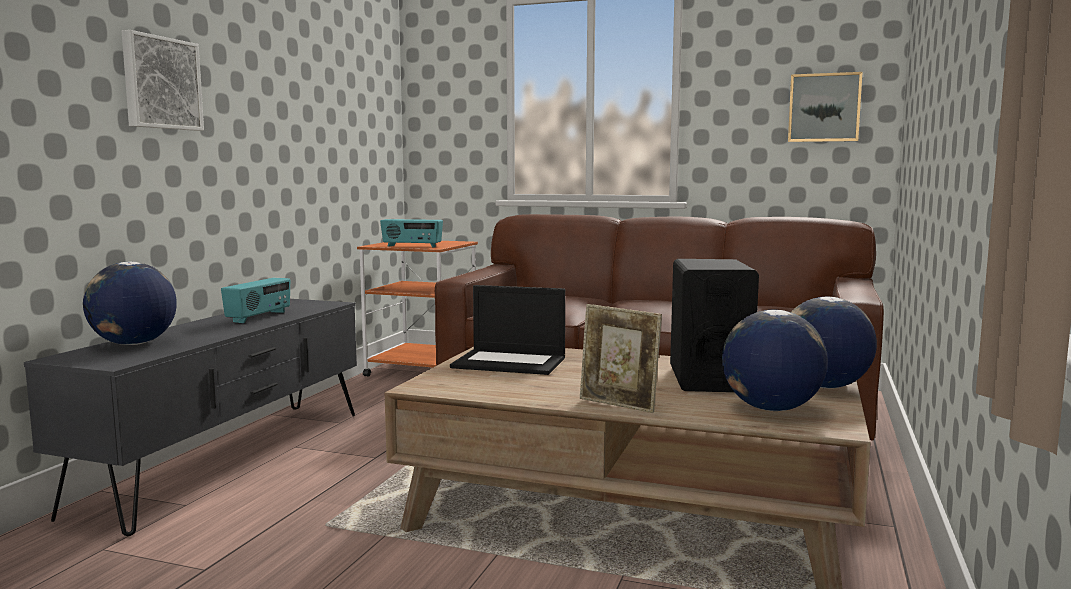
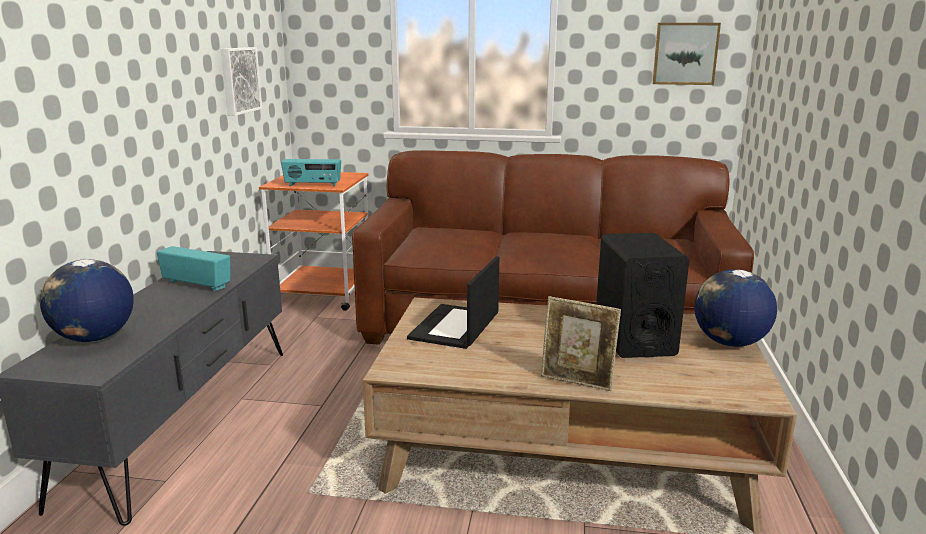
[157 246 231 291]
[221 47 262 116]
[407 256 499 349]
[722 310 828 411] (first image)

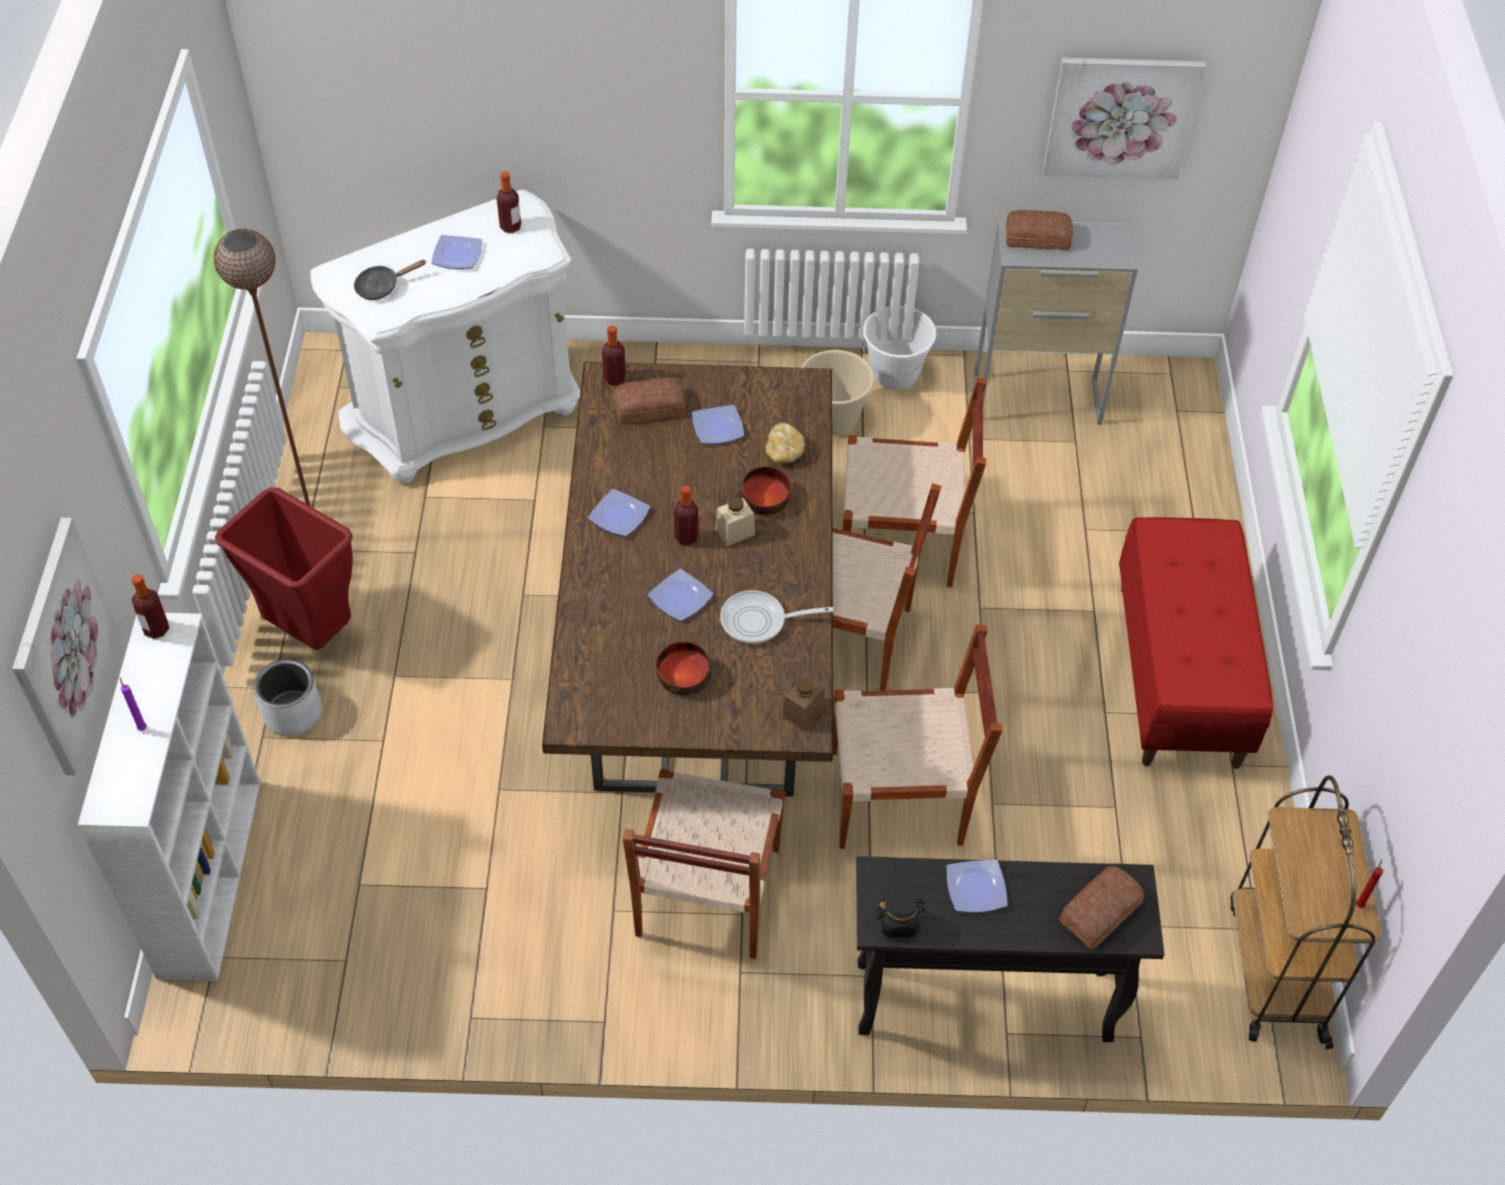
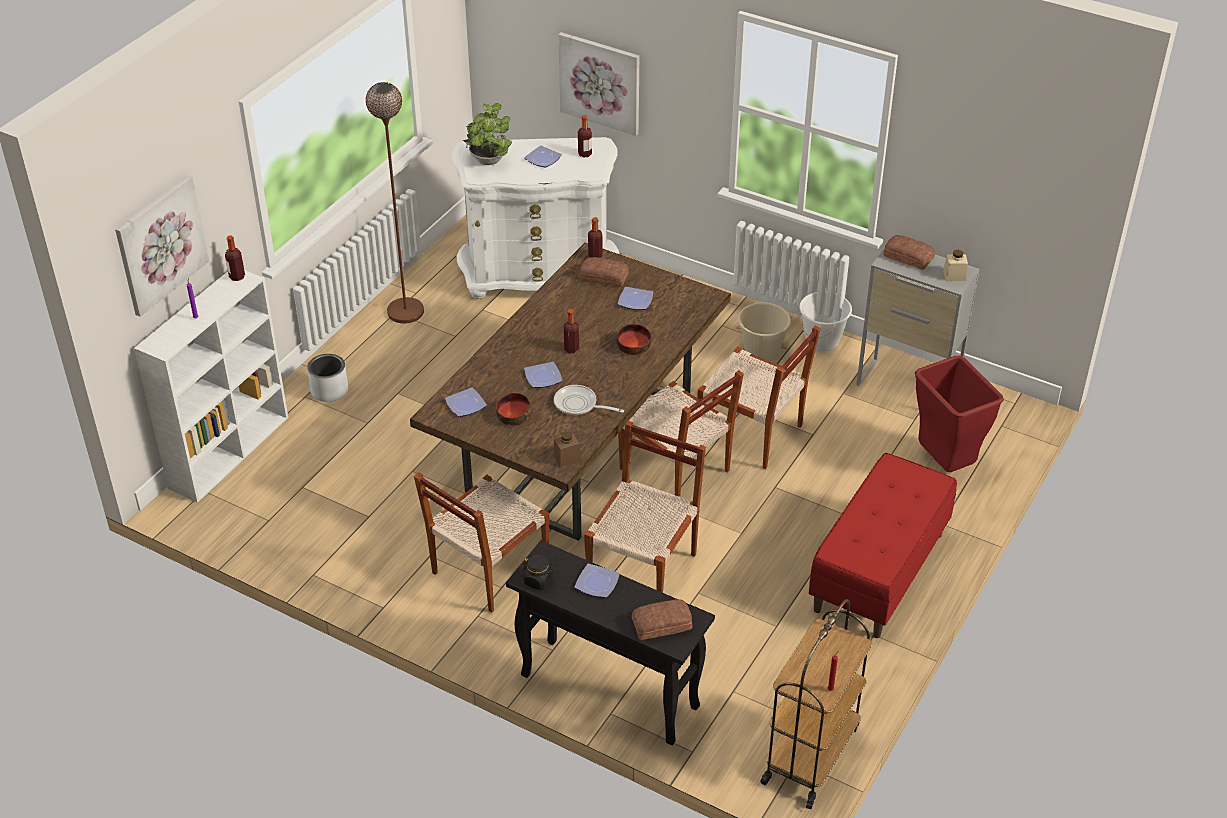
[445 388 487 417]
[463 103 512 165]
[558 32 639 136]
[584 421 706 593]
[915 356 1004 472]
[943 250 968 281]
[765 423 805 464] (first image)

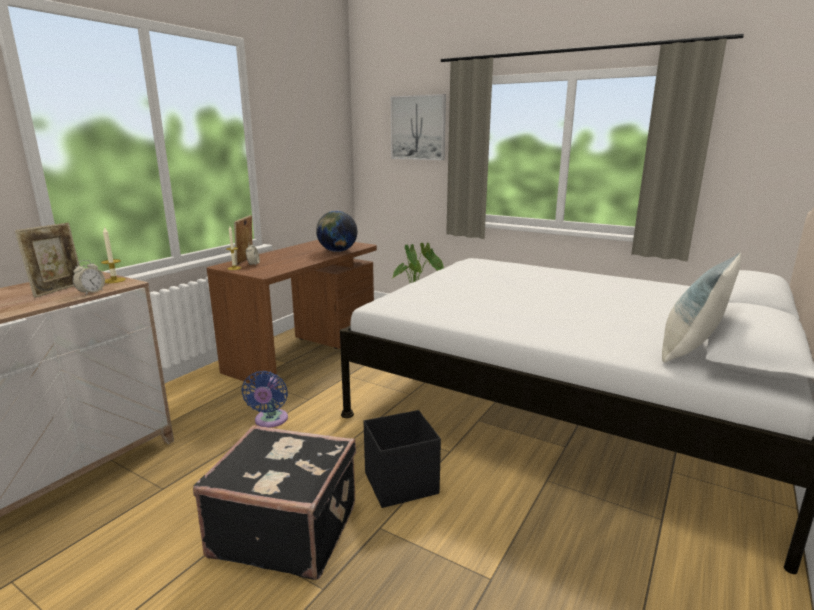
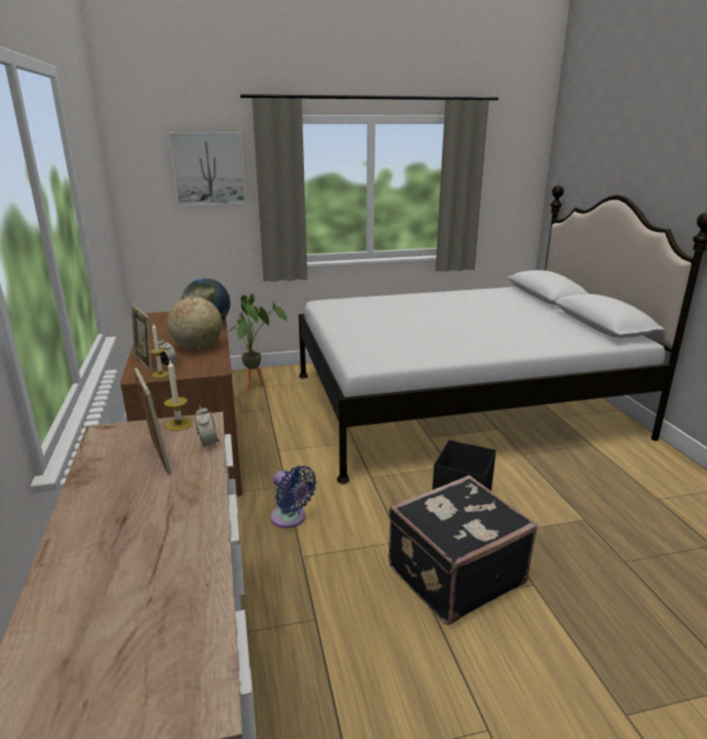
[167 297 222 350]
[662 253 741 363] (first image)

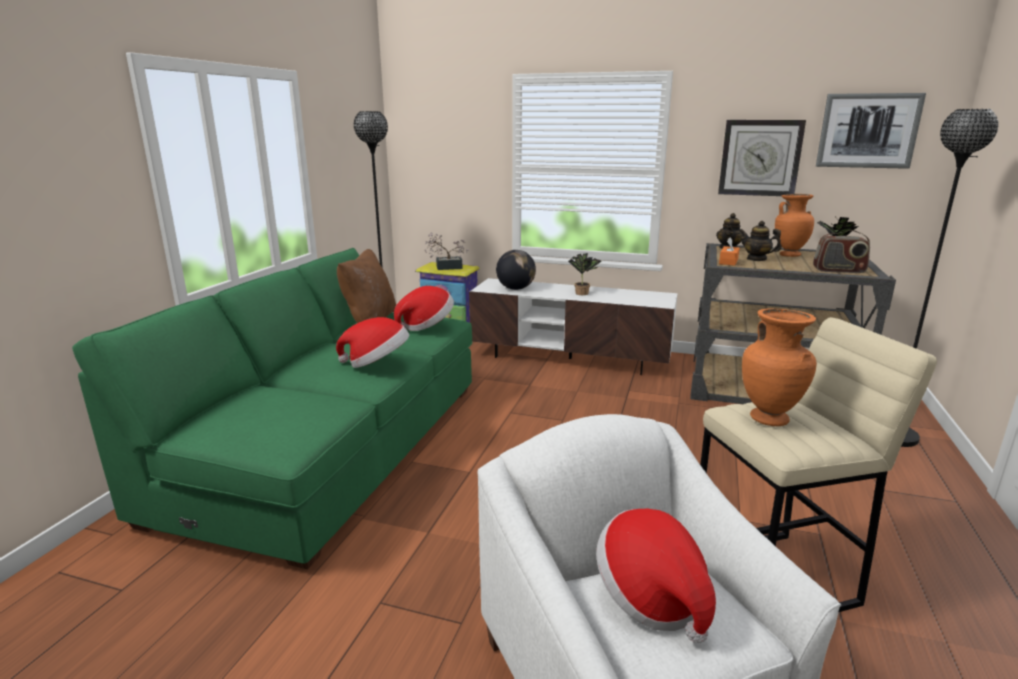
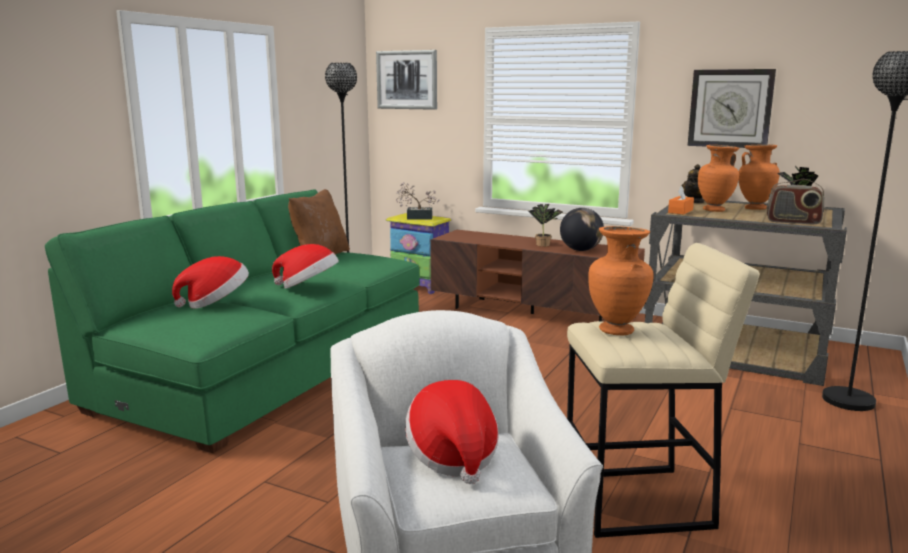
[172 256 249 309]
[376 50 437 110]
[430 230 645 321]
[560 208 604 251]
[698 145 739 212]

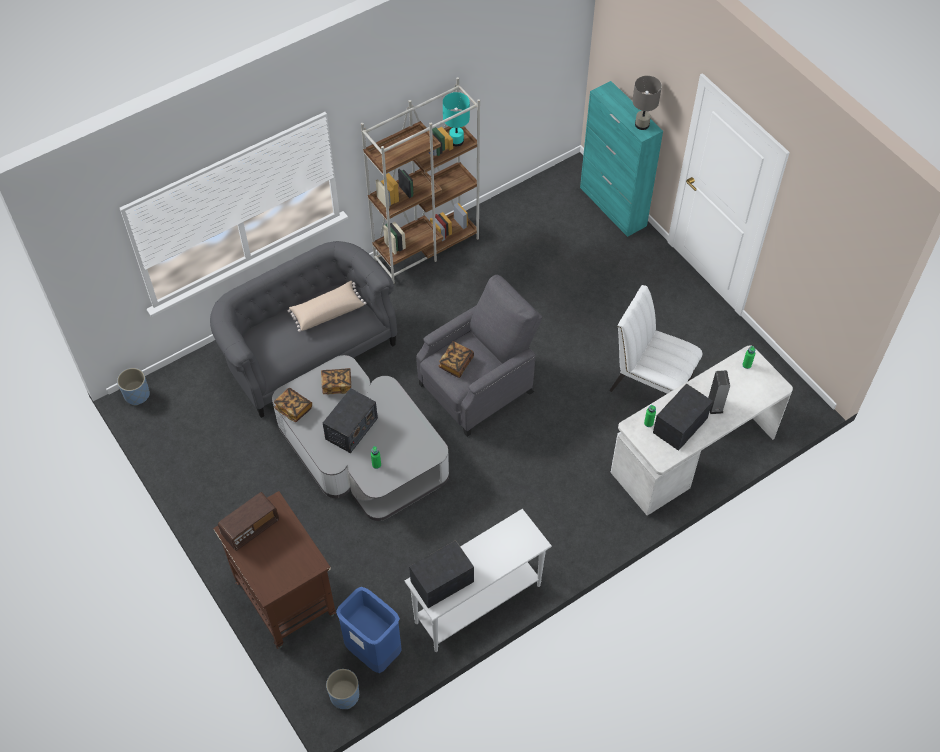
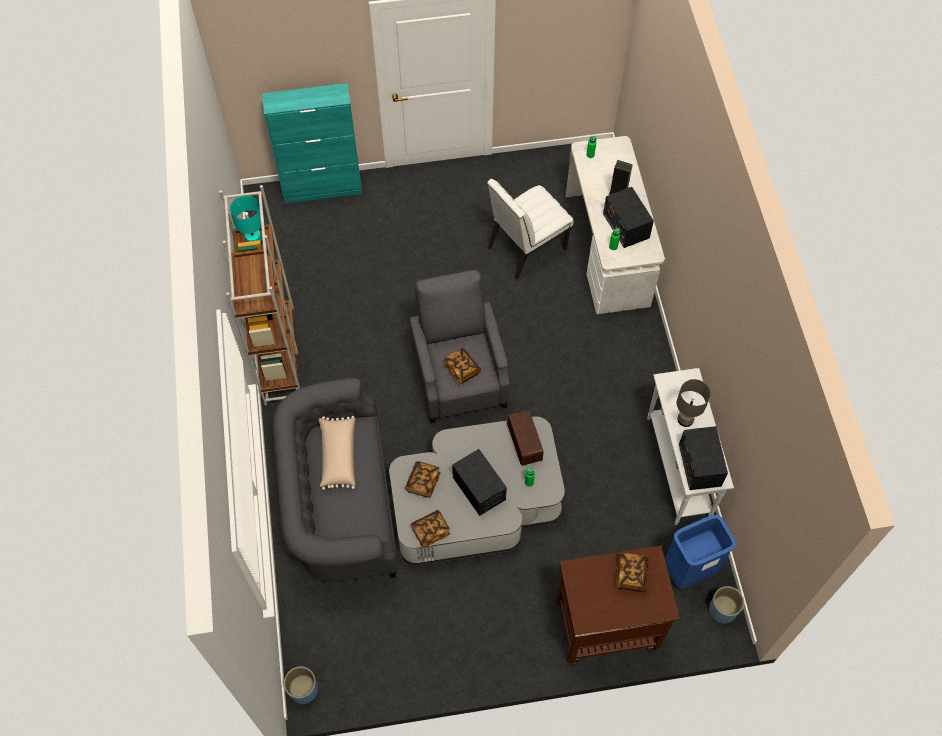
[507 409 544 466]
[616 553 648 592]
[677 379 711 427]

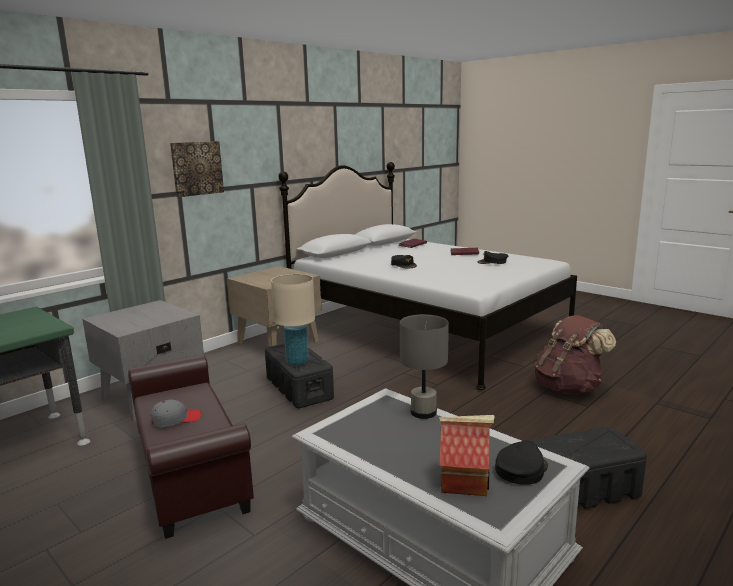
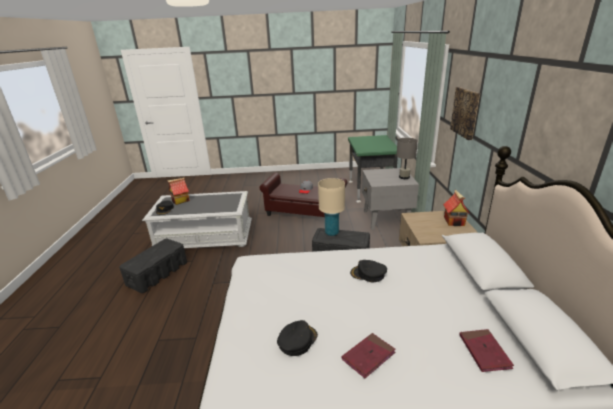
[397 138 418 179]
[443 190 470 226]
[535 315 616 394] (first image)

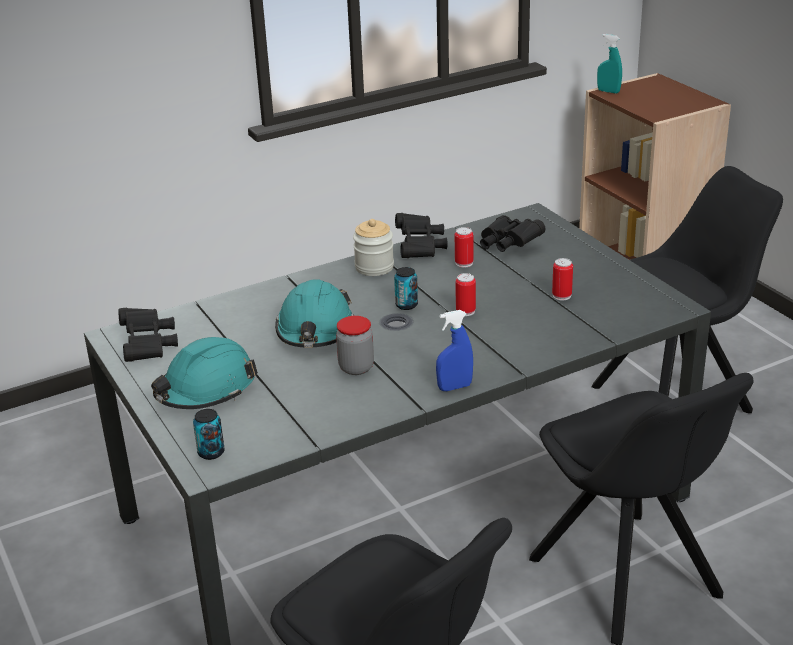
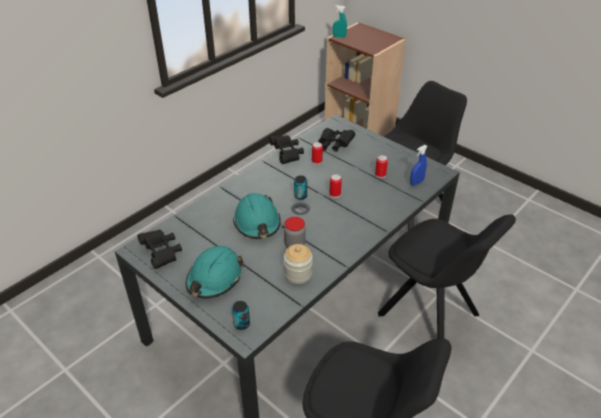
[284 244 313 284]
[410 145 428 186]

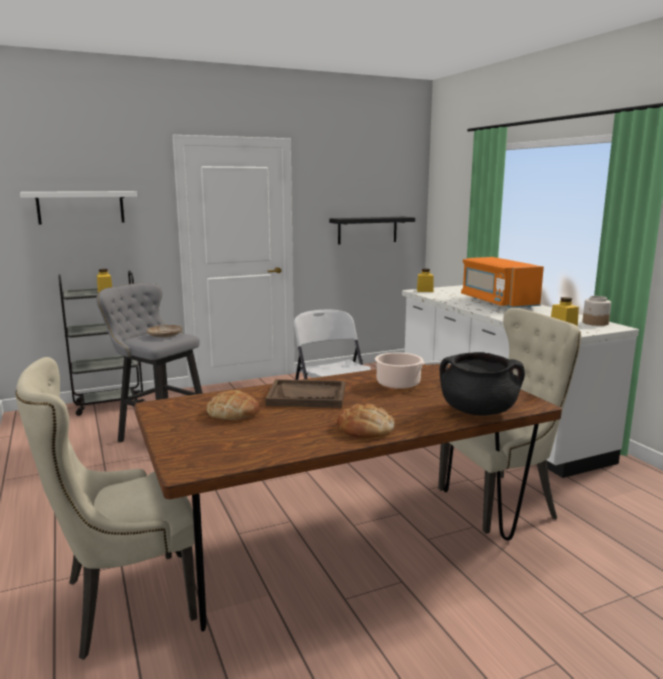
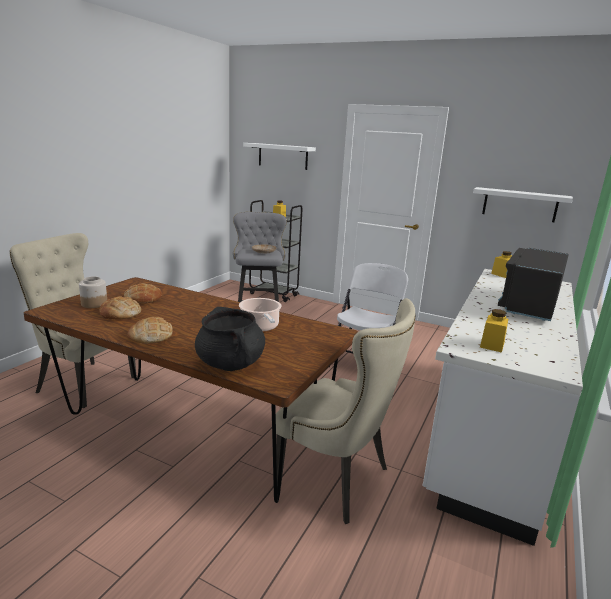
[79 276 107 308]
[99 296 141 319]
[473 187 573 222]
[498 248 569 321]
[265 379 345 408] (first image)

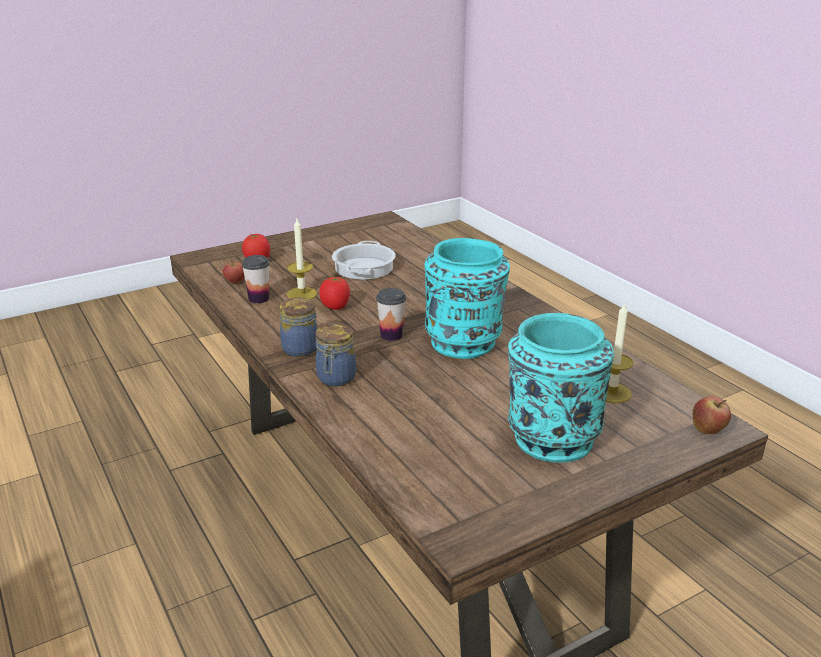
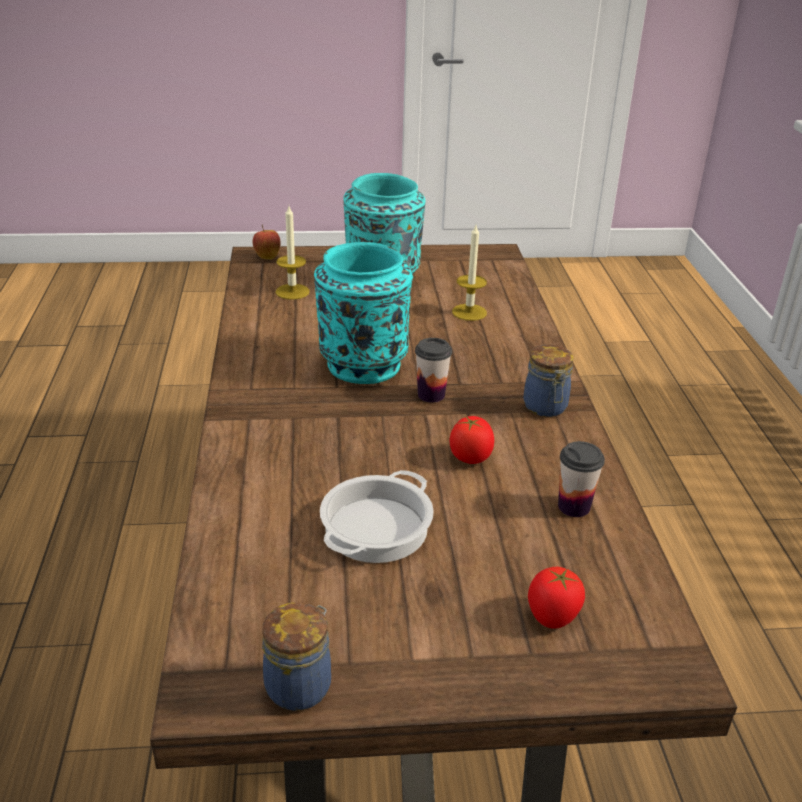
[262 602 331 711]
[452 225 487 321]
[223 261 245 283] (first image)

